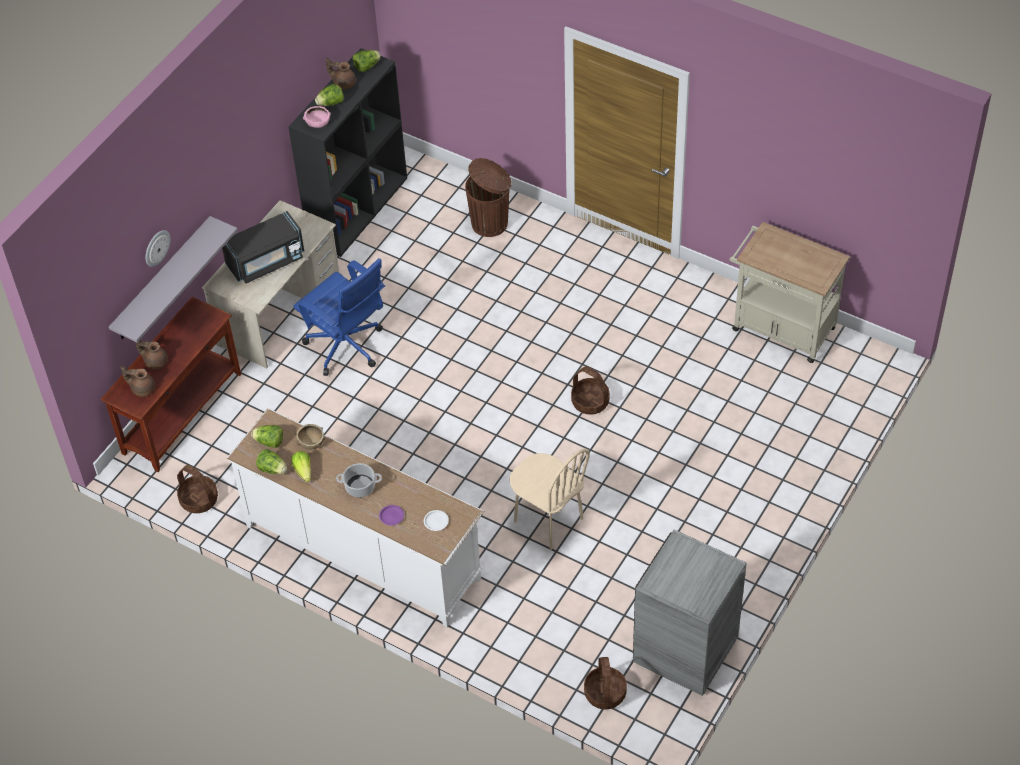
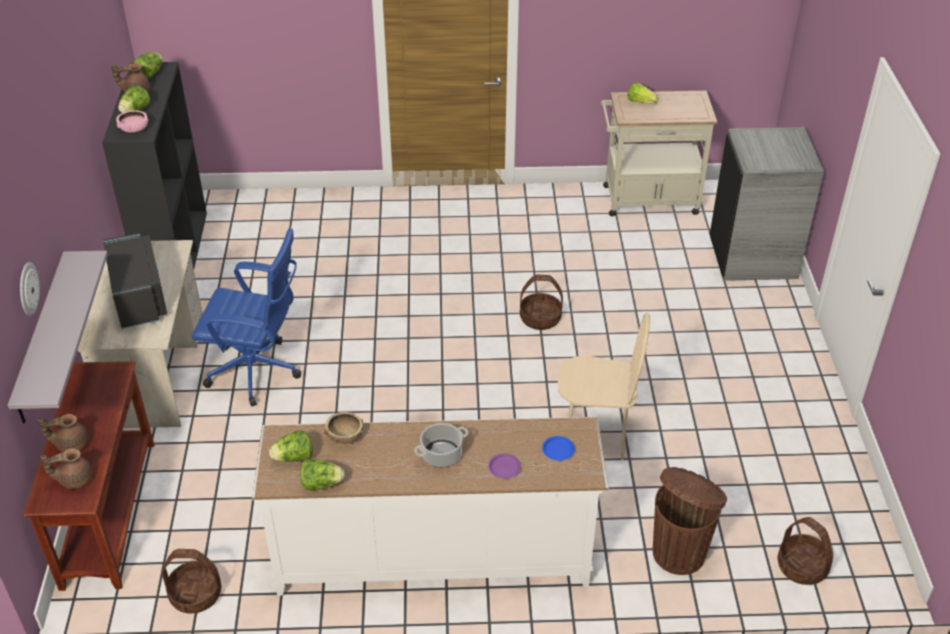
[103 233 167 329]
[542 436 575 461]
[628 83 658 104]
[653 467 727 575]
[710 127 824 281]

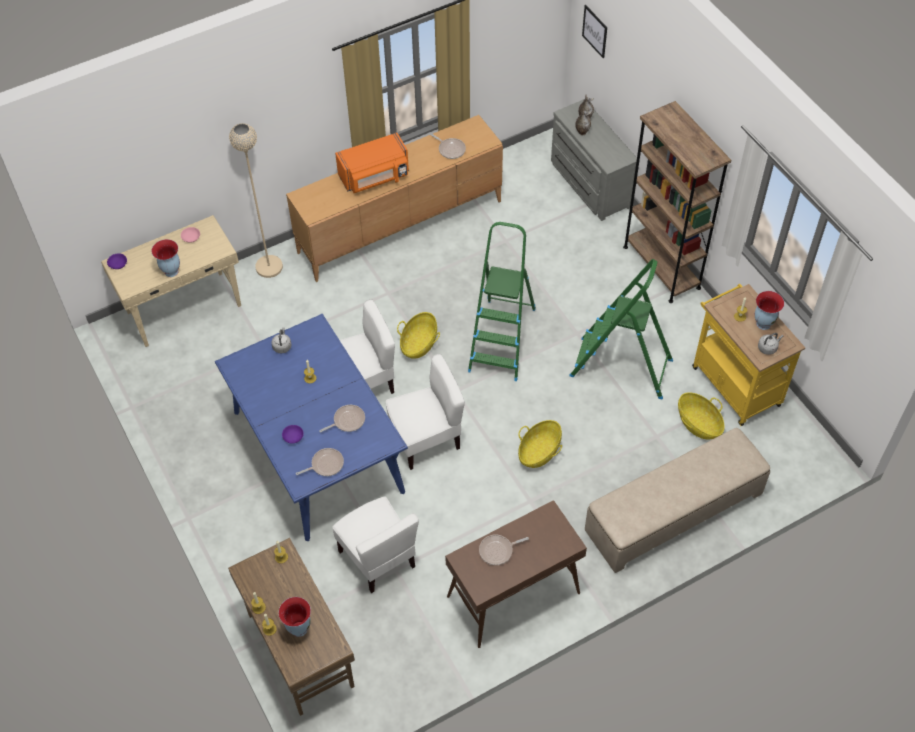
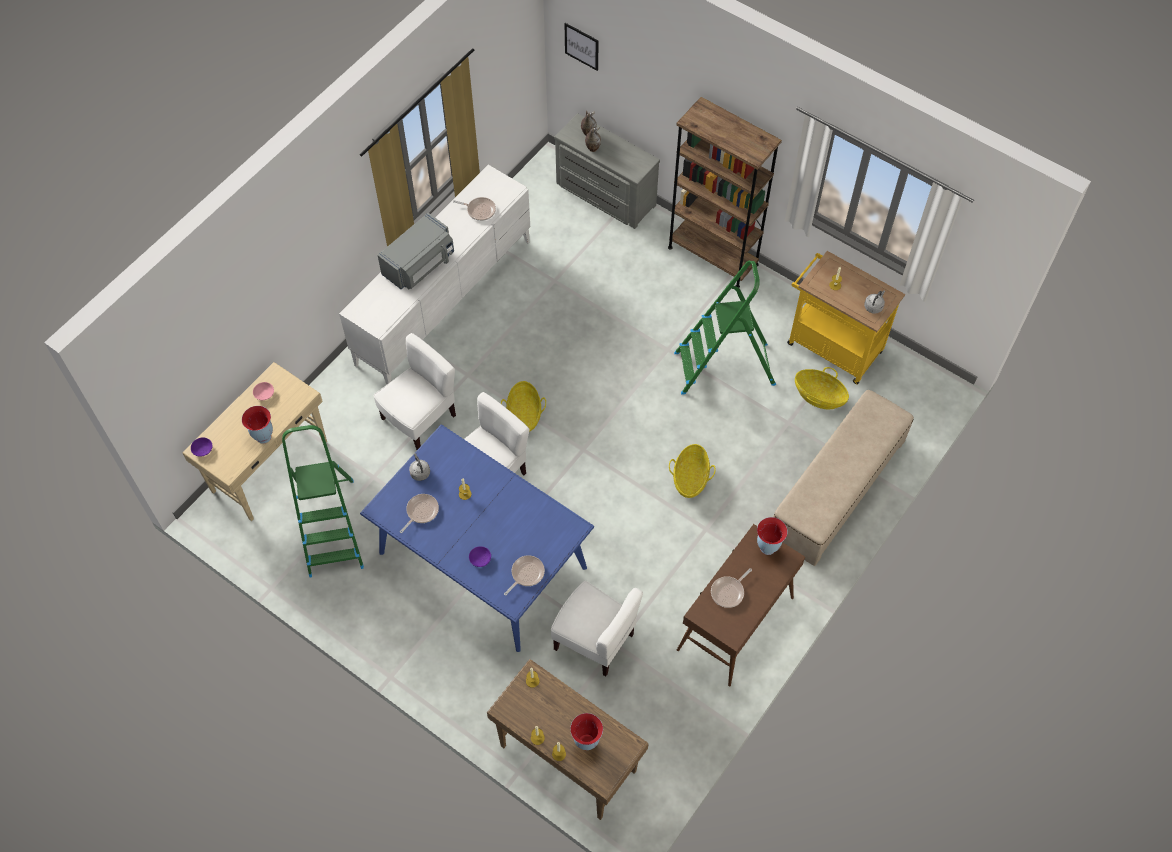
[282 425 364 577]
[339 165 530 384]
[373 333 456 450]
[377 213 454 289]
[400 494 439 533]
[757 517 788 555]
[229 123 283 278] (first image)

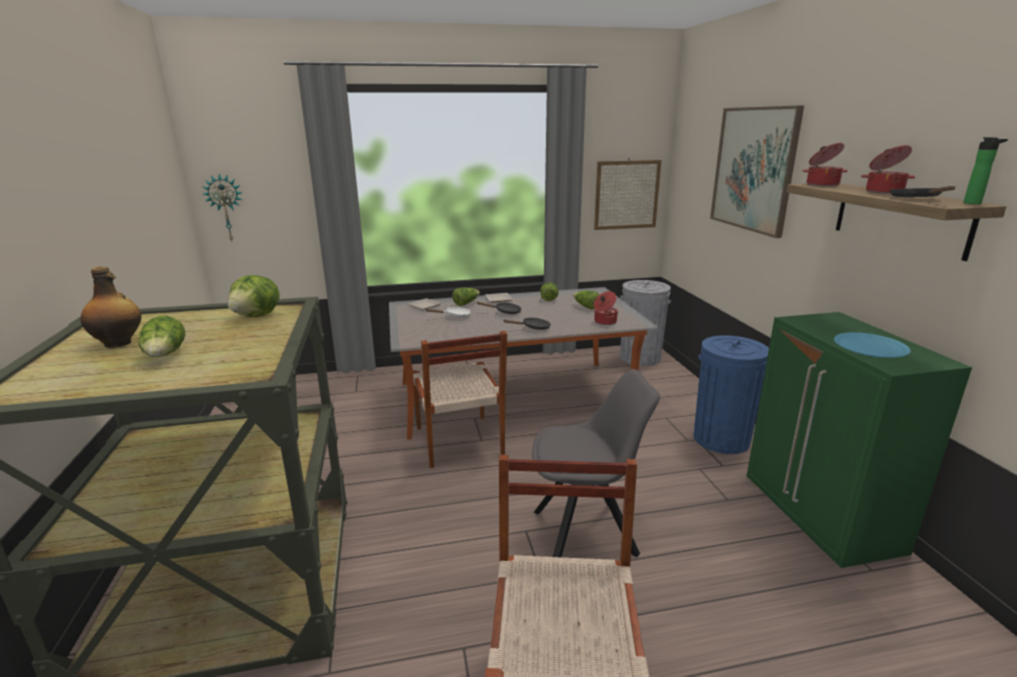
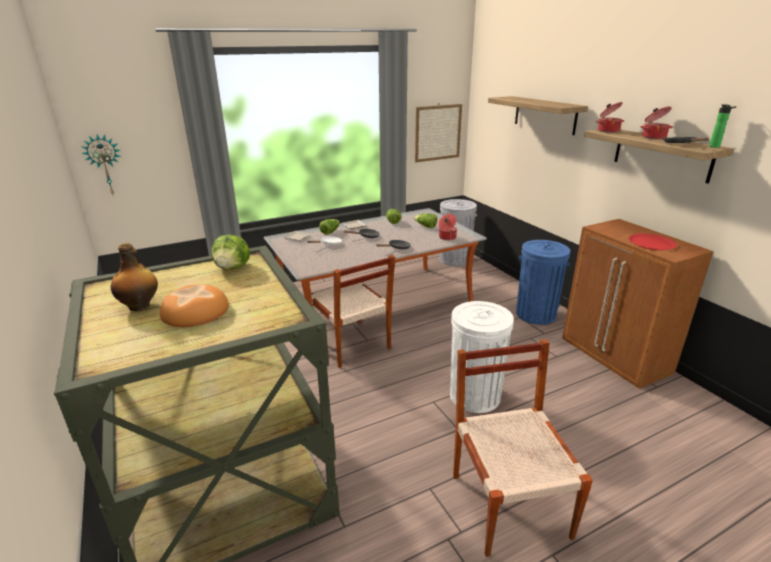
[160 284 229 327]
[450 301 514 413]
[488 96 588 135]
[562 219 714 389]
[628 233 677 250]

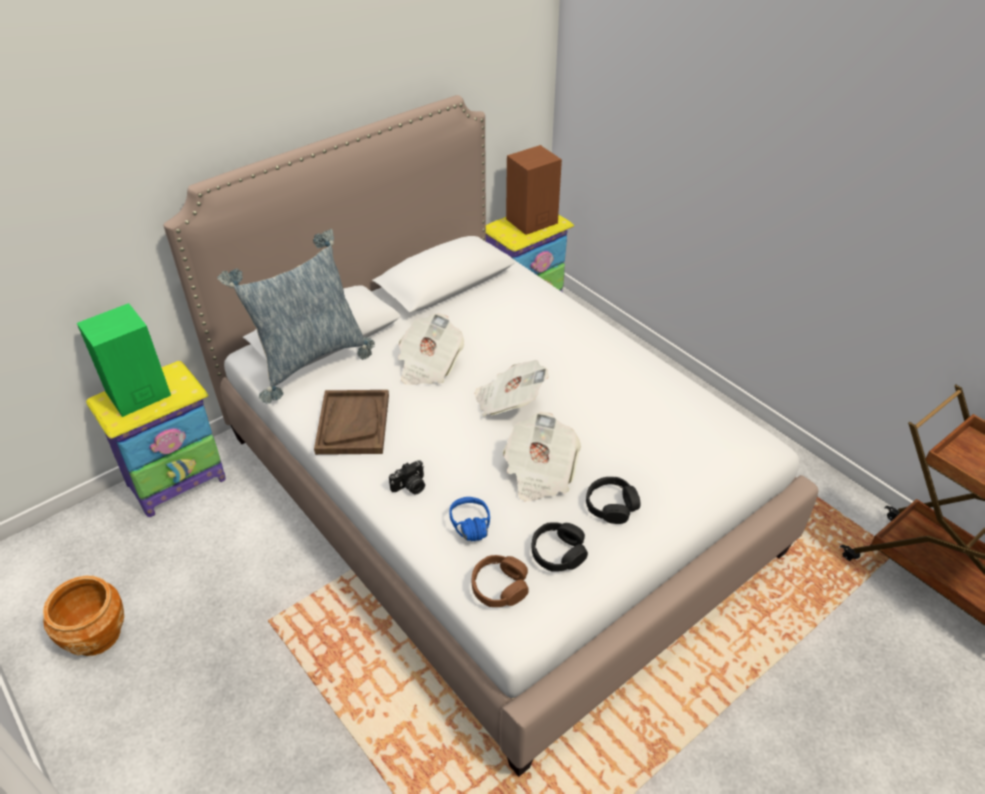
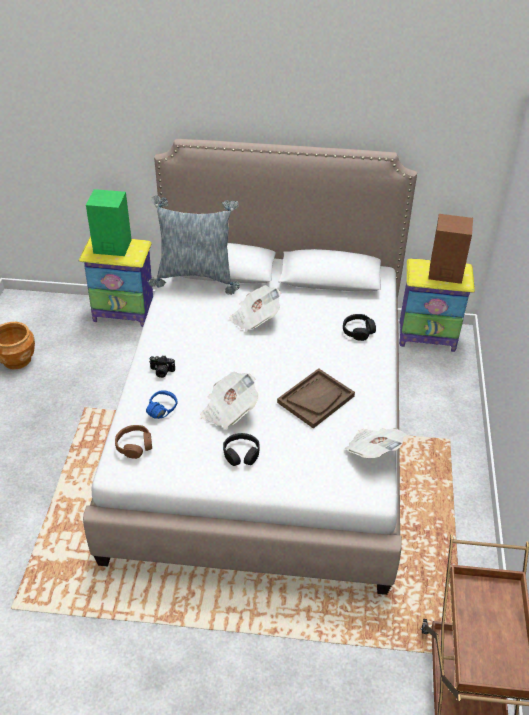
[277 368 355 428]
[343 314 376 341]
[345 428 406 458]

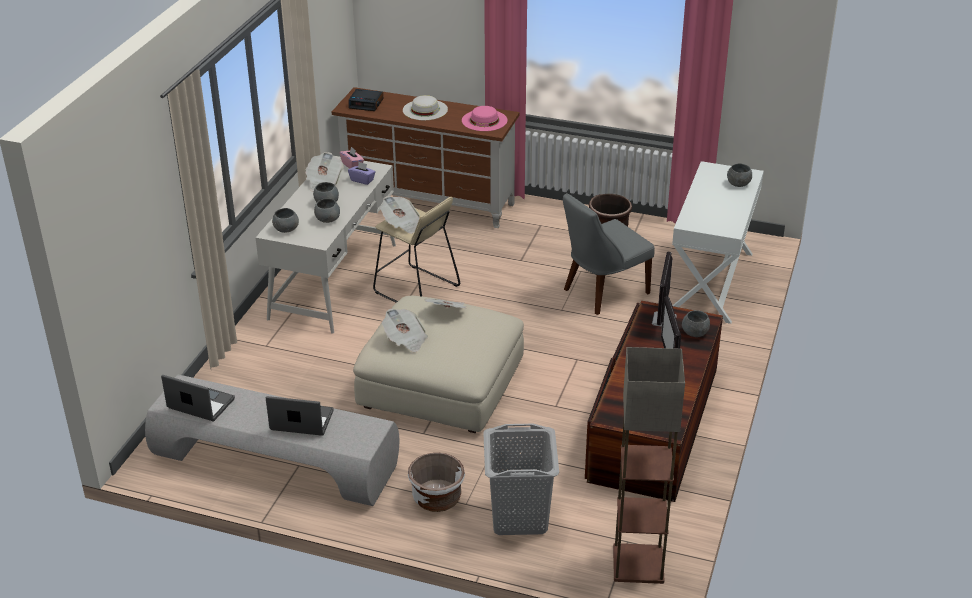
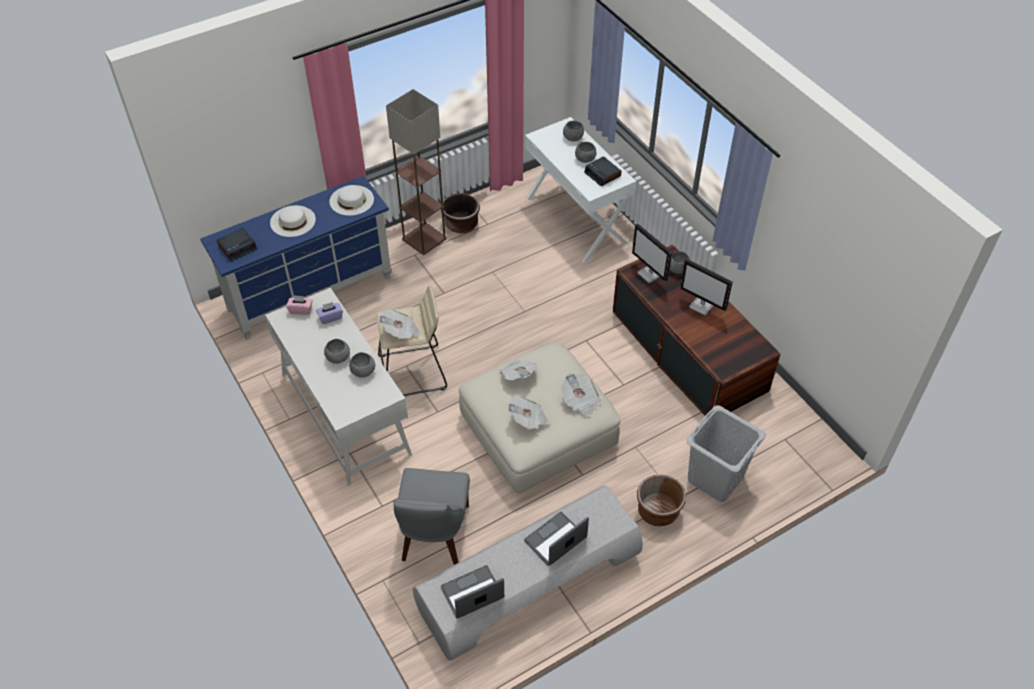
[200 176 392 340]
[330 185 374 216]
[386 89 447 255]
[393 468 470 565]
[561 373 601 418]
[575 142 596 163]
[584 157 621 187]
[637 475 686 526]

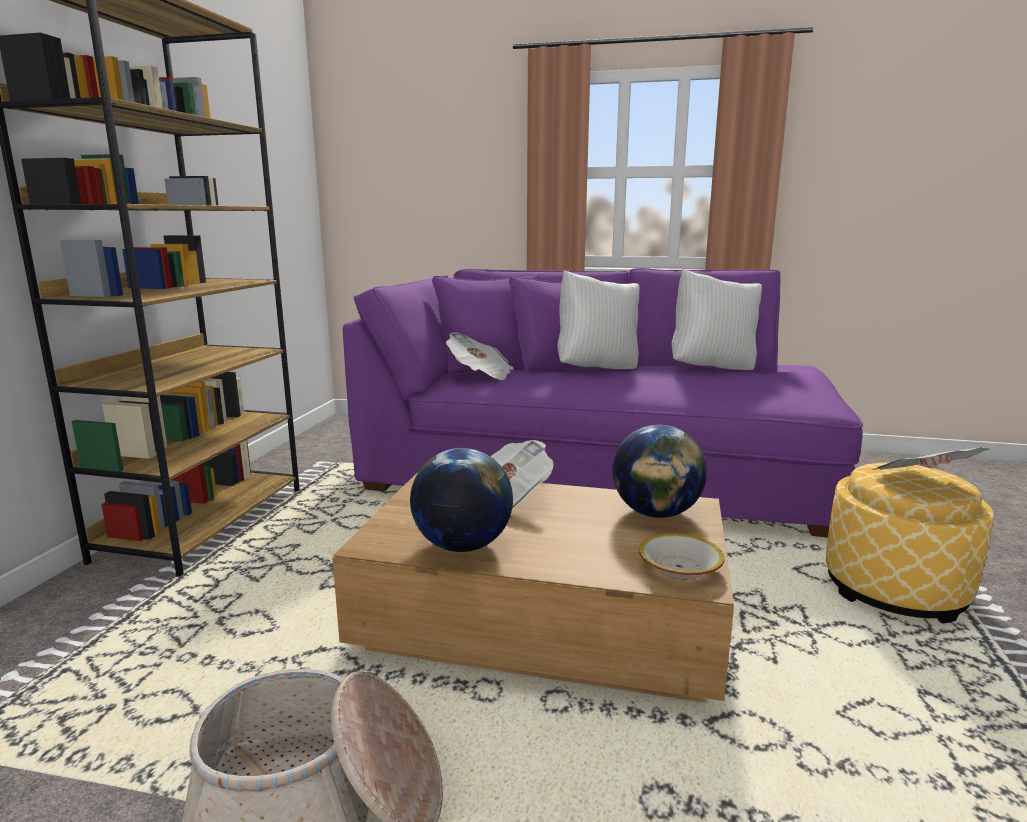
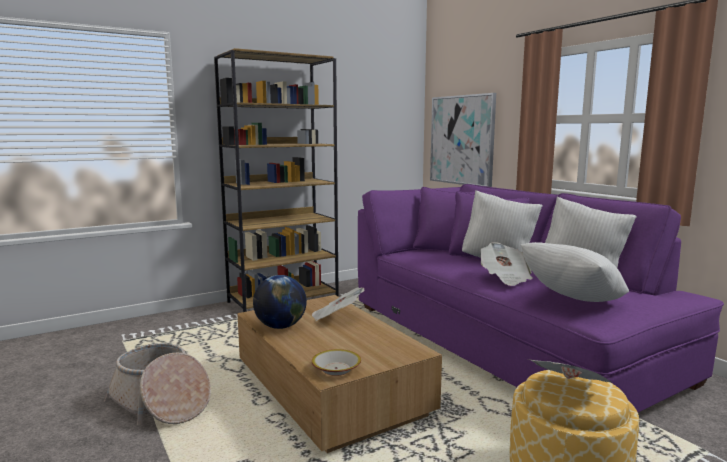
[430 93 496 187]
[480 242 533 286]
[520 242 629 302]
[612 425 707 518] (first image)

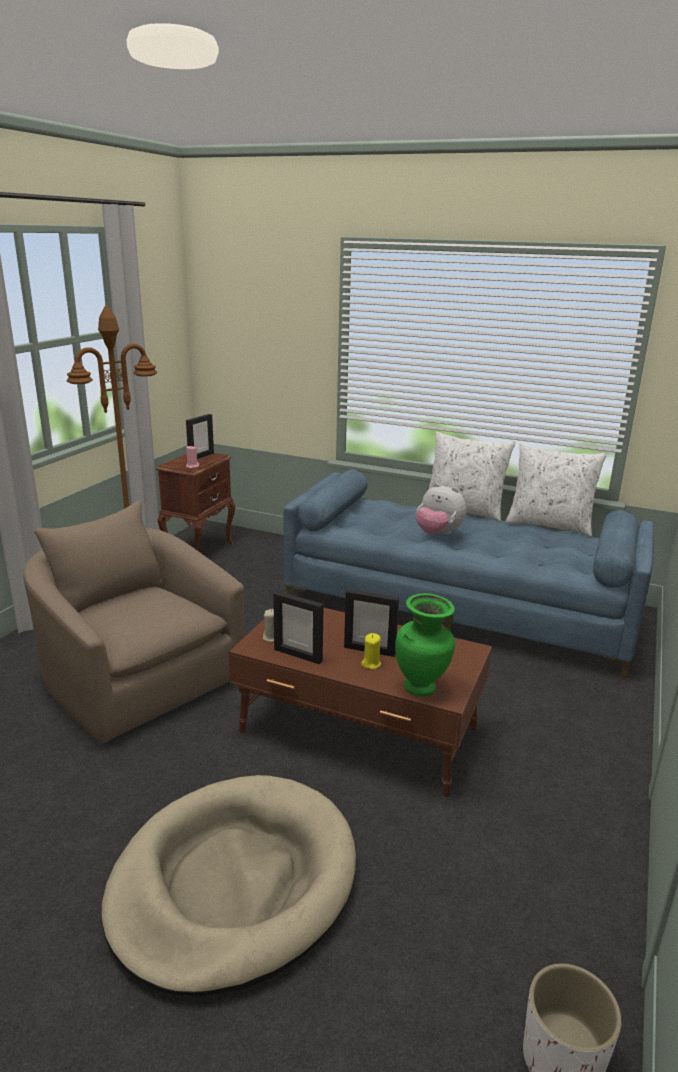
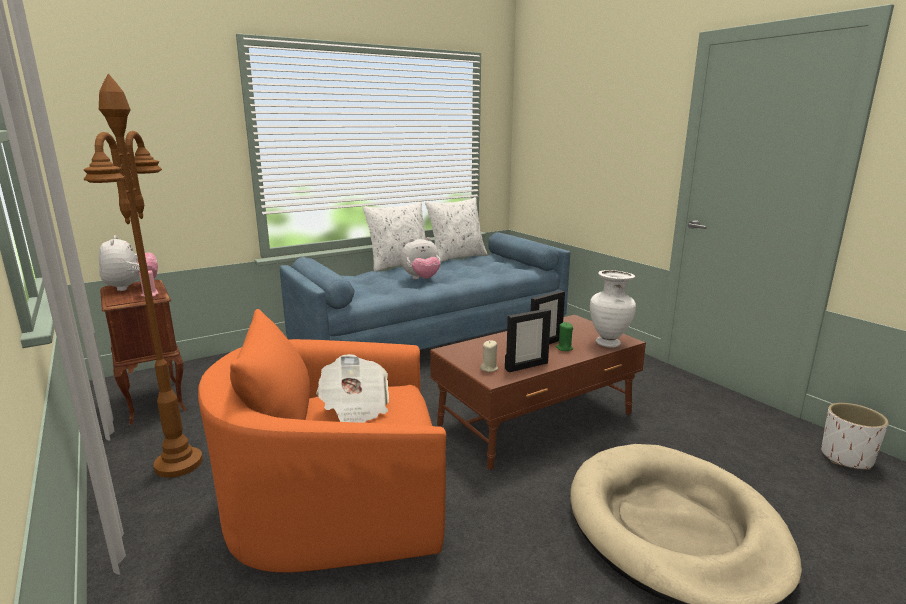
[99 235 158 291]
[198 309 446 573]
[316 354 389 423]
[556 322 573 351]
[590 270 636 348]

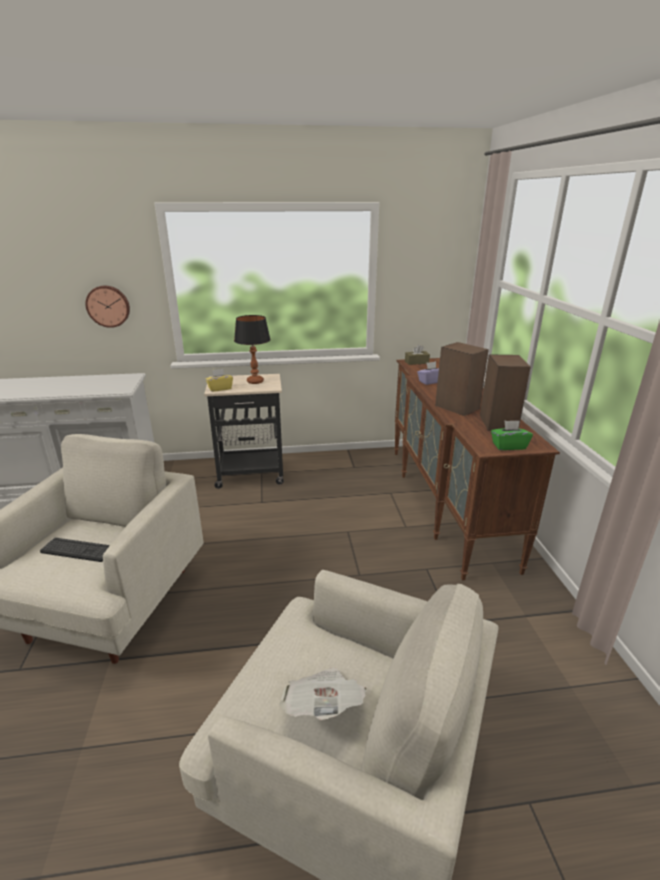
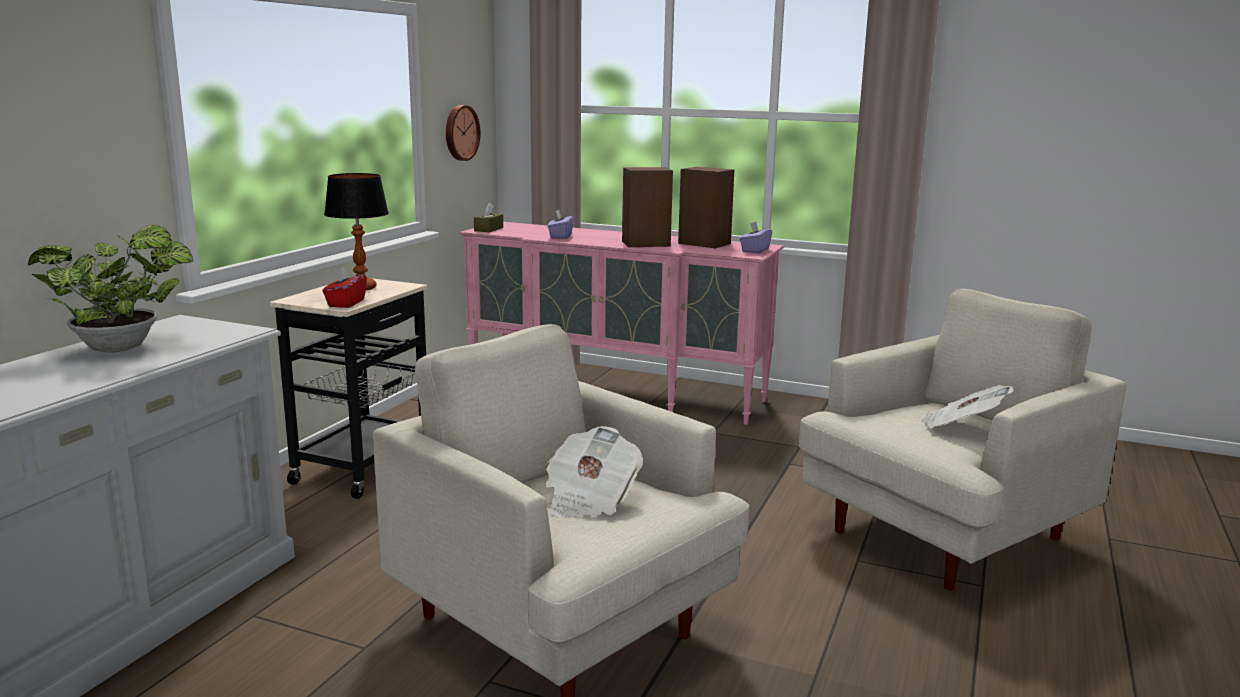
[28 225 193 352]
[322 267 367 308]
[446 105 481 161]
[459 222 784 425]
[545 426 643 519]
[740 222 772 253]

